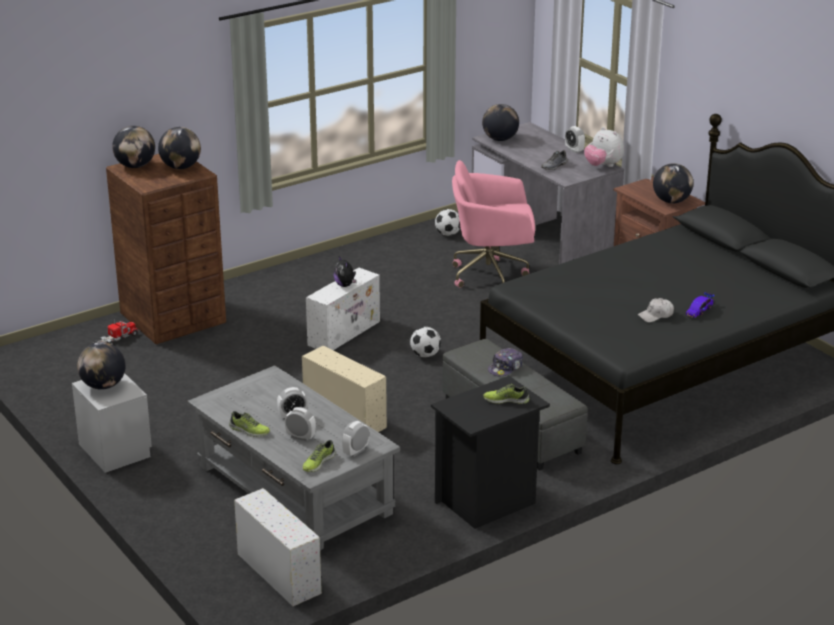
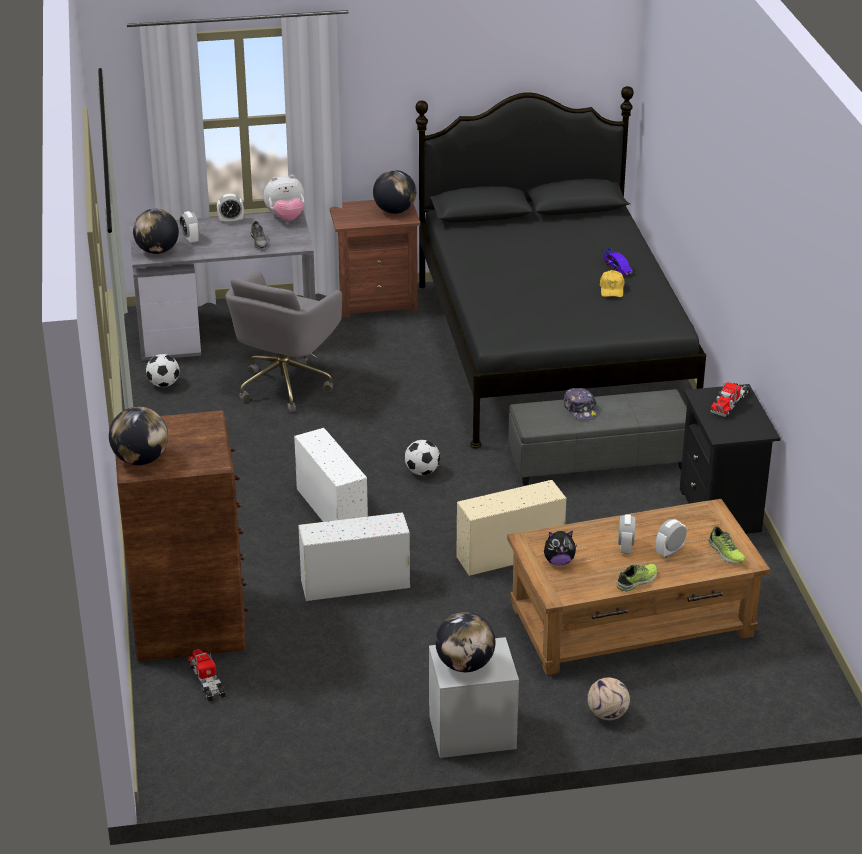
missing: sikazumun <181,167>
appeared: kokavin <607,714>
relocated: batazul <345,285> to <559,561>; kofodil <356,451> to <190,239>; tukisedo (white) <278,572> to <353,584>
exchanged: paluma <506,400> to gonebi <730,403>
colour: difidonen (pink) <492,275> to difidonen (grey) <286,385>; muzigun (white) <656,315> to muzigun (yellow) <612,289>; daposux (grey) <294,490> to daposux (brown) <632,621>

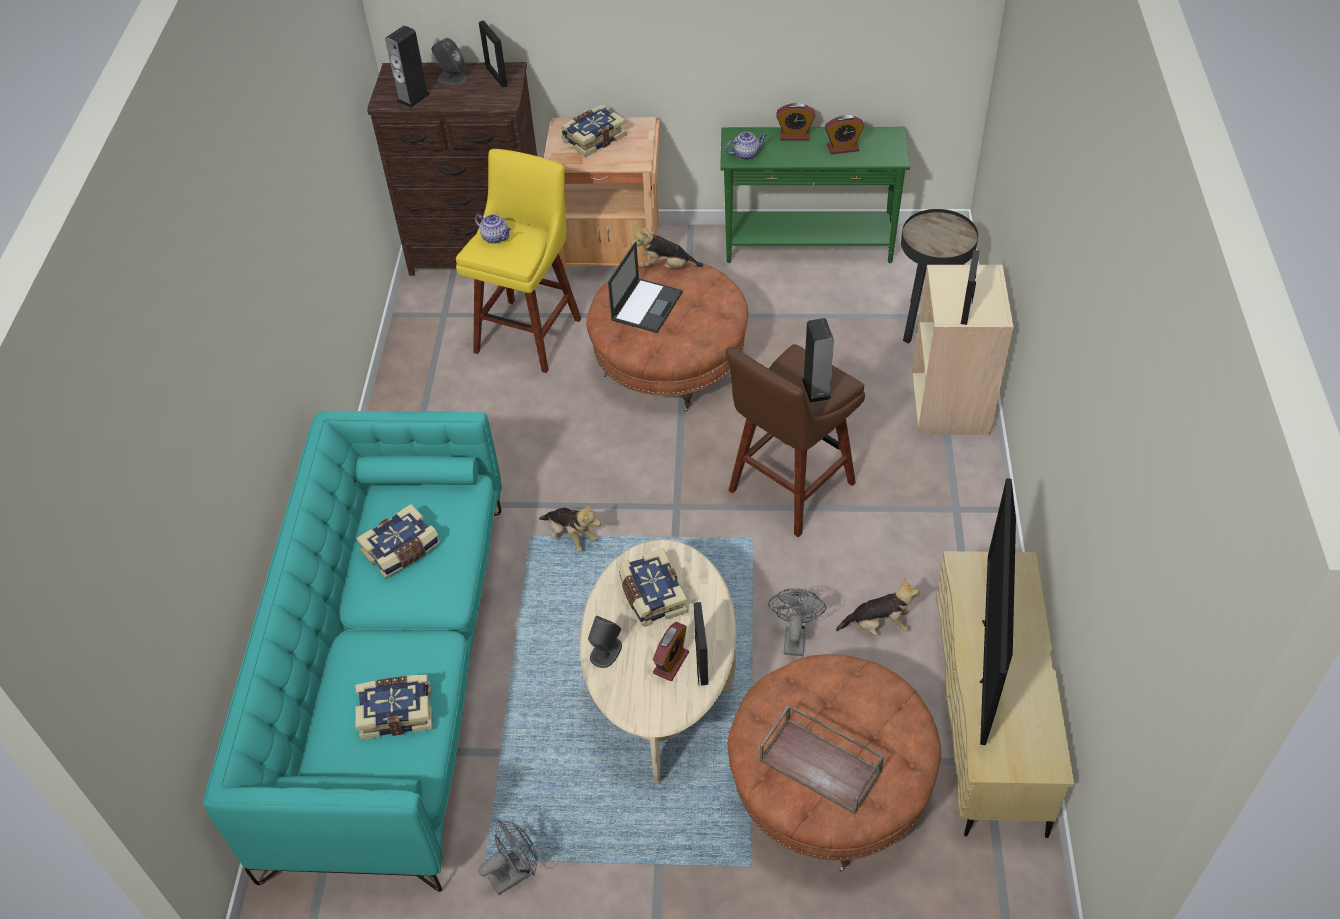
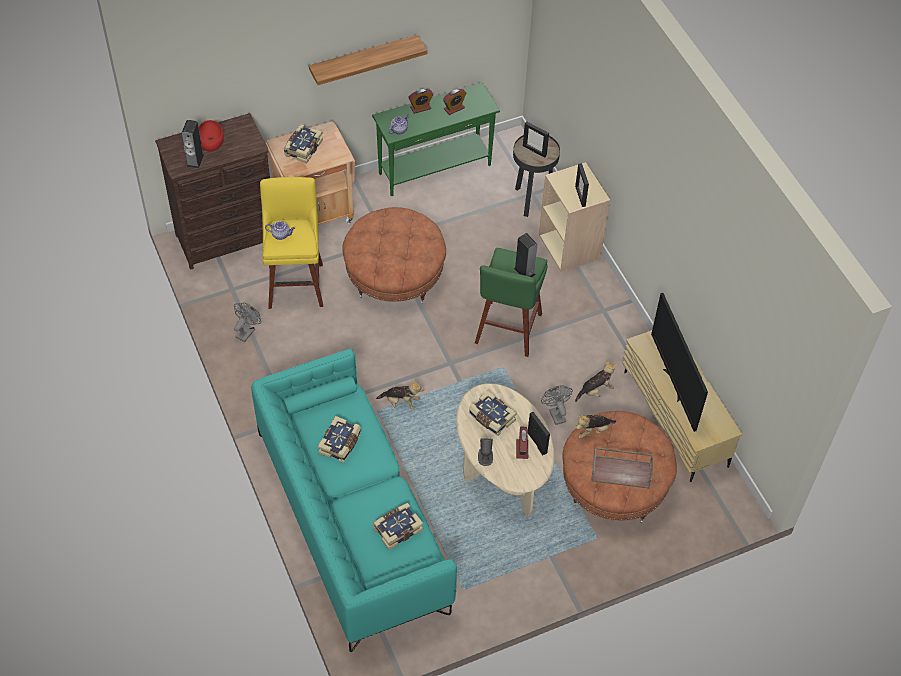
missing: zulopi <647,305>
appeared: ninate <364,60>
relocated: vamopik <497,76> to <535,150>; batazul <666,267> to <592,430>; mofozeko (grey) <515,873> to <247,331>
exchanged: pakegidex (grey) <451,79> to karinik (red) <210,139>
colour: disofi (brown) <789,488> to disofi (green) <507,330>

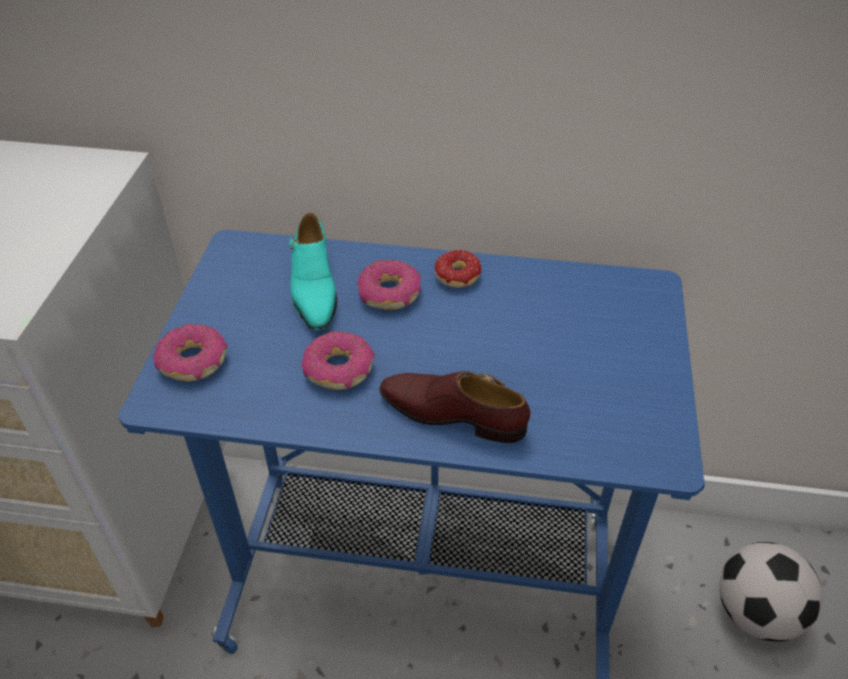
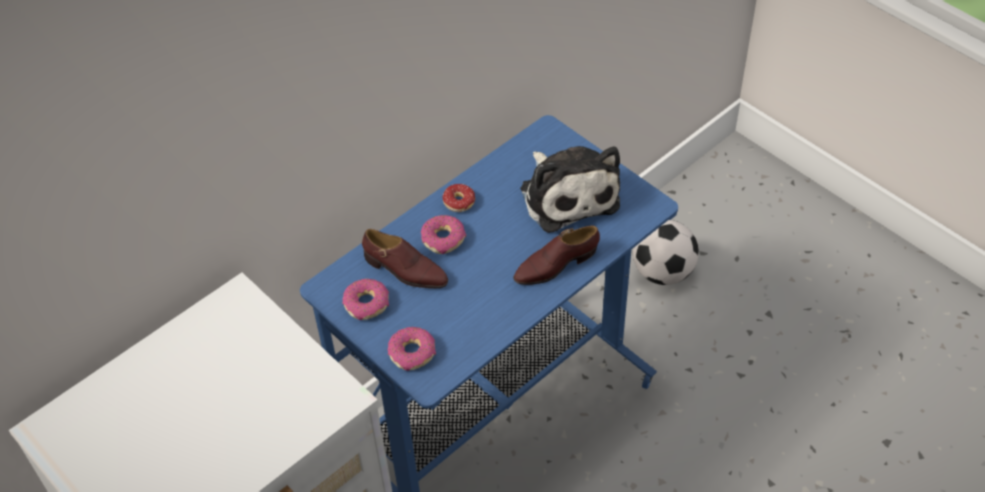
appeared: batazul <567,194>
relocated: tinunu <339,370> to <367,304>
colour: paluma (turquoise) <313,289> to paluma (brown) <405,271>

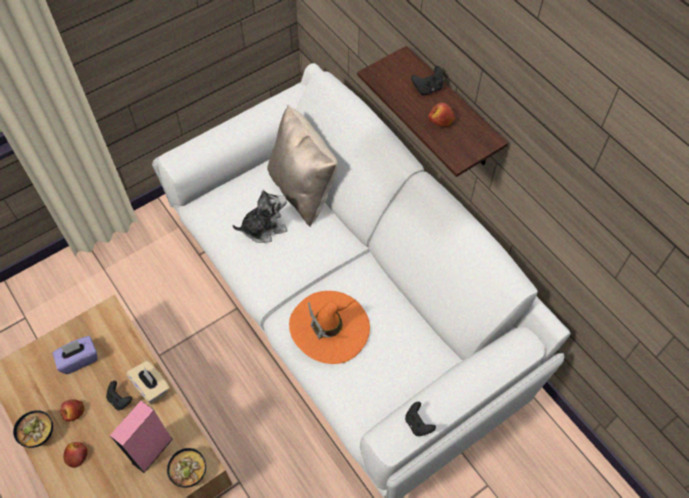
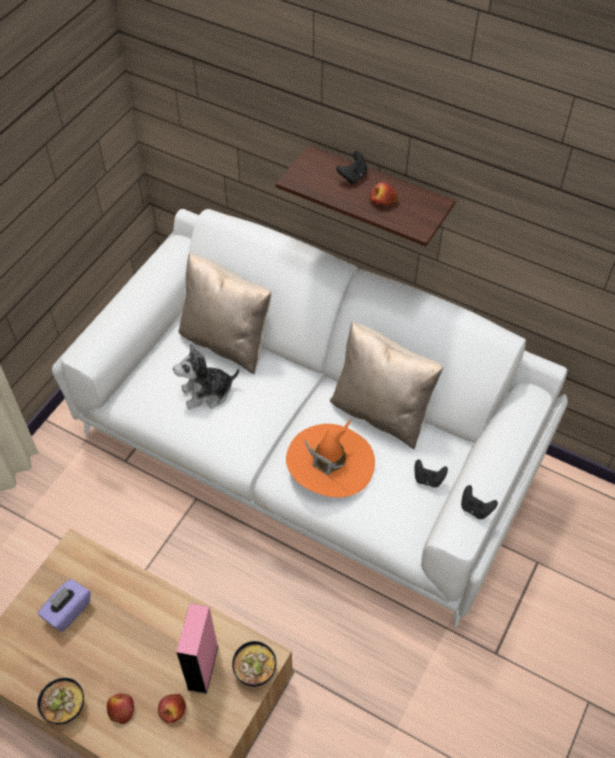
missing: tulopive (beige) <152,387>
appeared: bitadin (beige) <381,411>
relocated: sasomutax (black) <120,400> to <428,479>; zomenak <74,412> to <172,709>
spun: batazul <264,227> = <207,393> 150 degrees counterclockwise

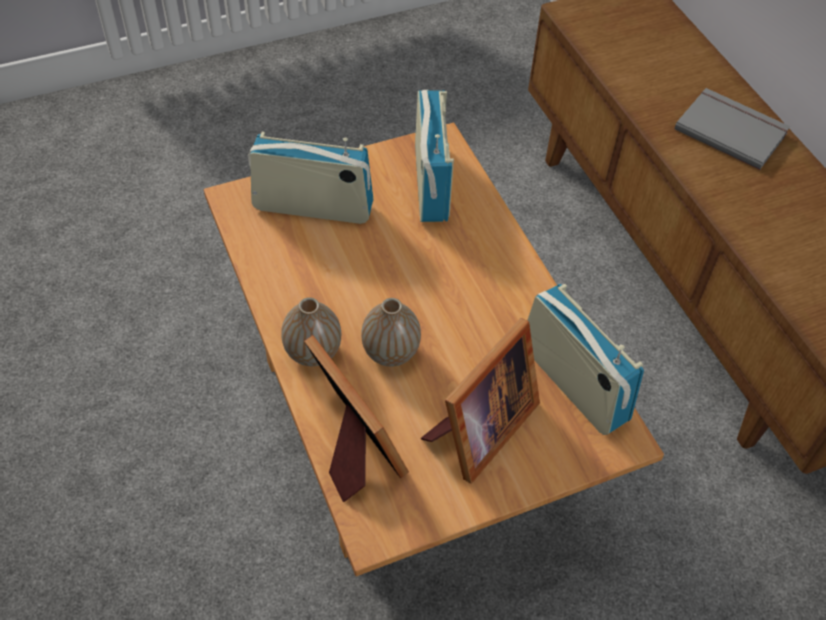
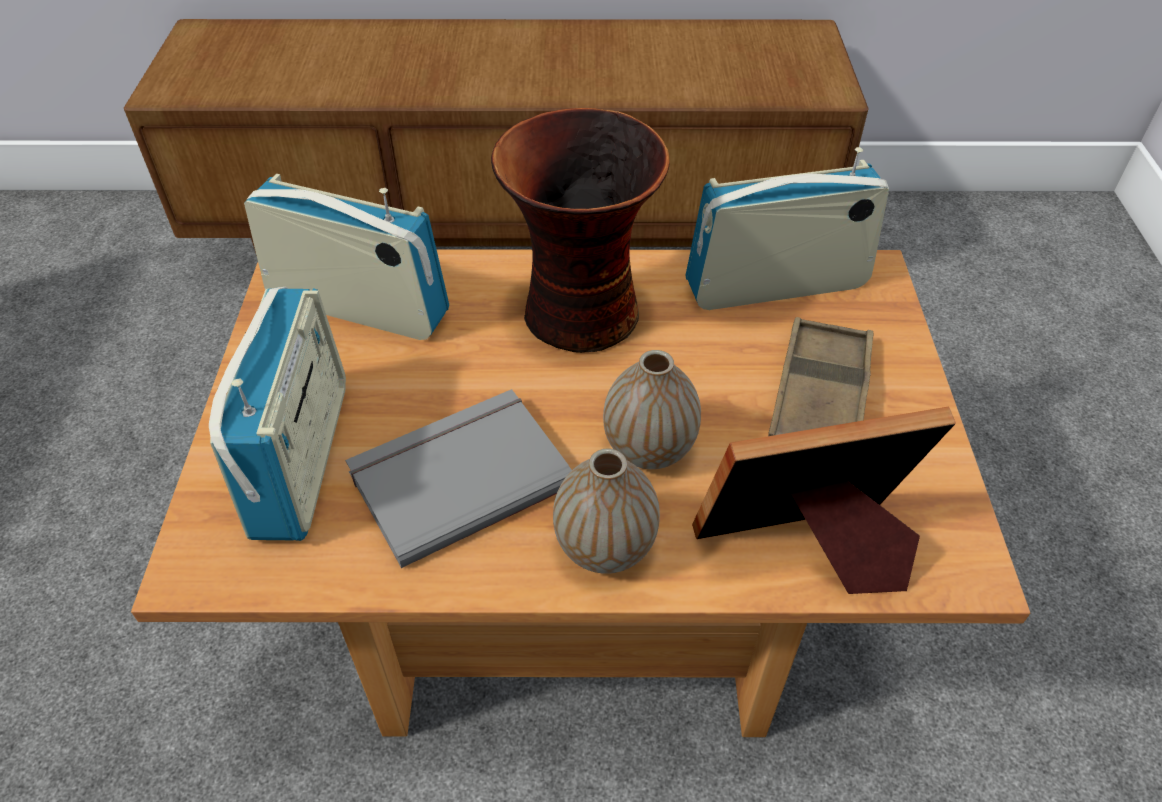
appeared: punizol <580,316>
relocated: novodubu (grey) <731,130> to <457,475>
exchanged: vamopik <478,430> to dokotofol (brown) <819,396>
spun: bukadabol <313,207> = <302,458> 150 degrees clockwise

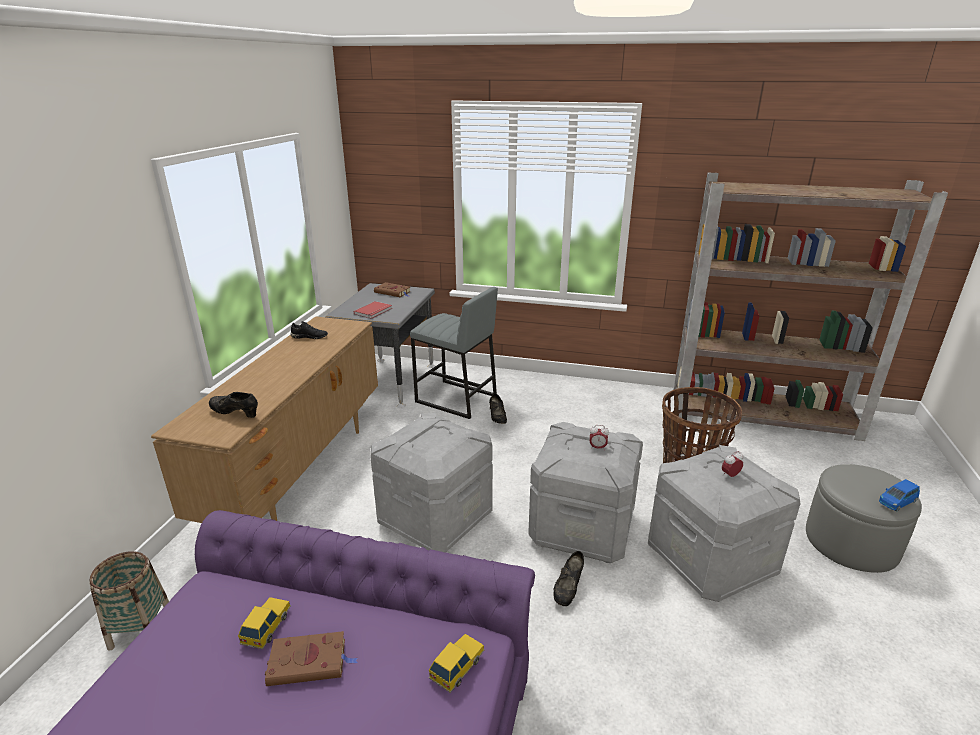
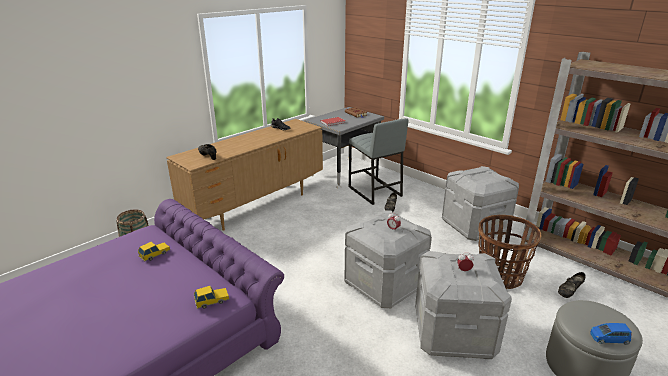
missing: novodubu (brown) <310,662>
relocated: tukisedo (grey) <435,518> to <474,226>; paluma (black) <568,589> to <569,292>

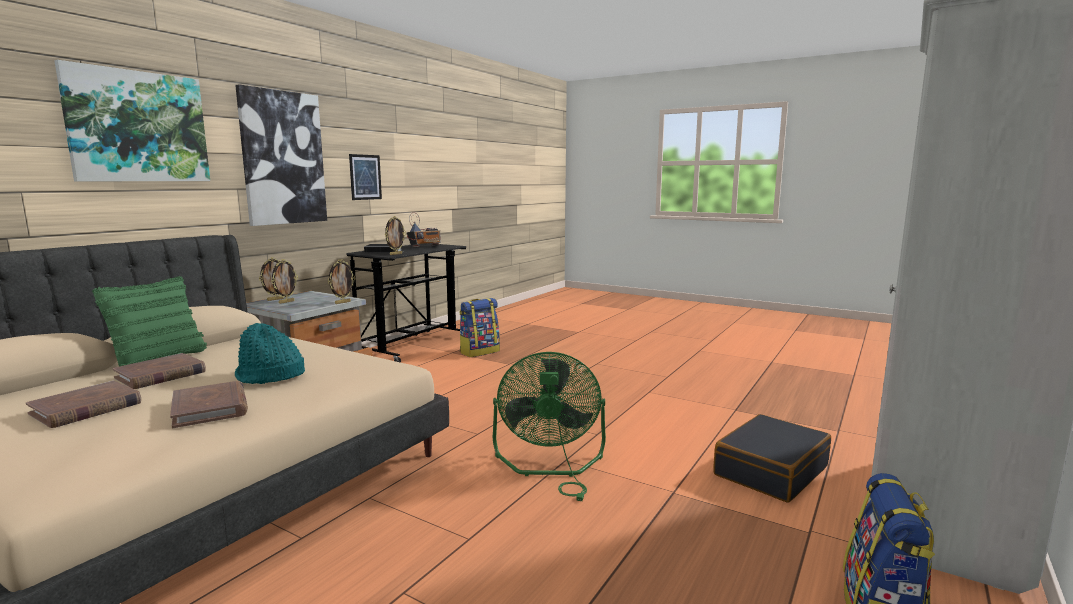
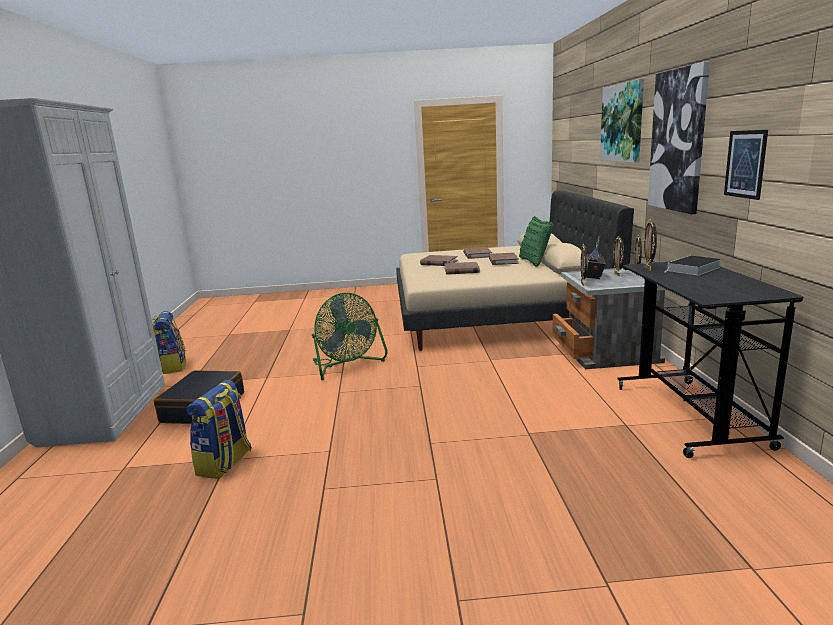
relocated: bukadabol <425,247> to <593,276>; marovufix <479,352> to <225,463>
exchanged: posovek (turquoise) <269,376> to novodubu (brown) <461,270>

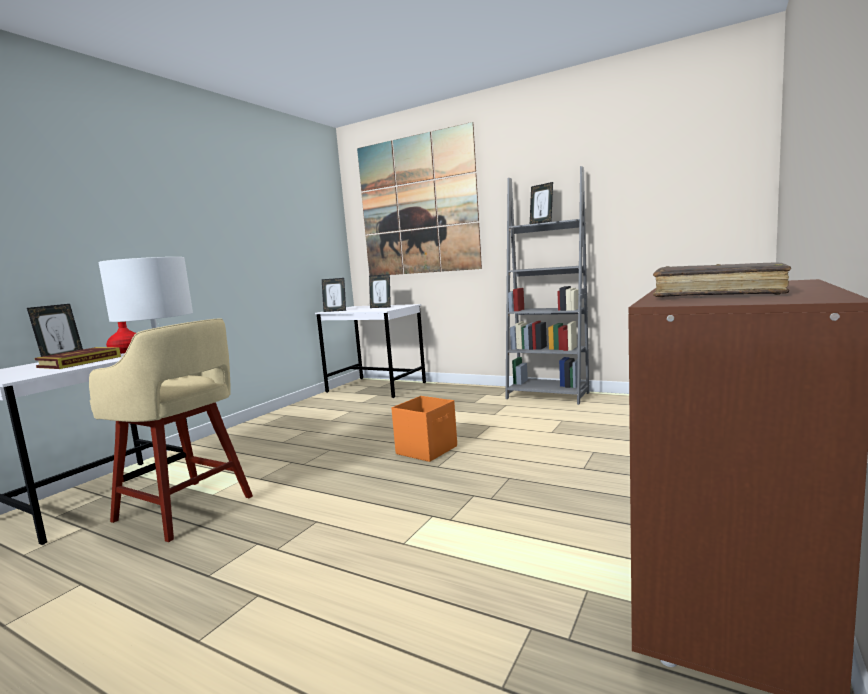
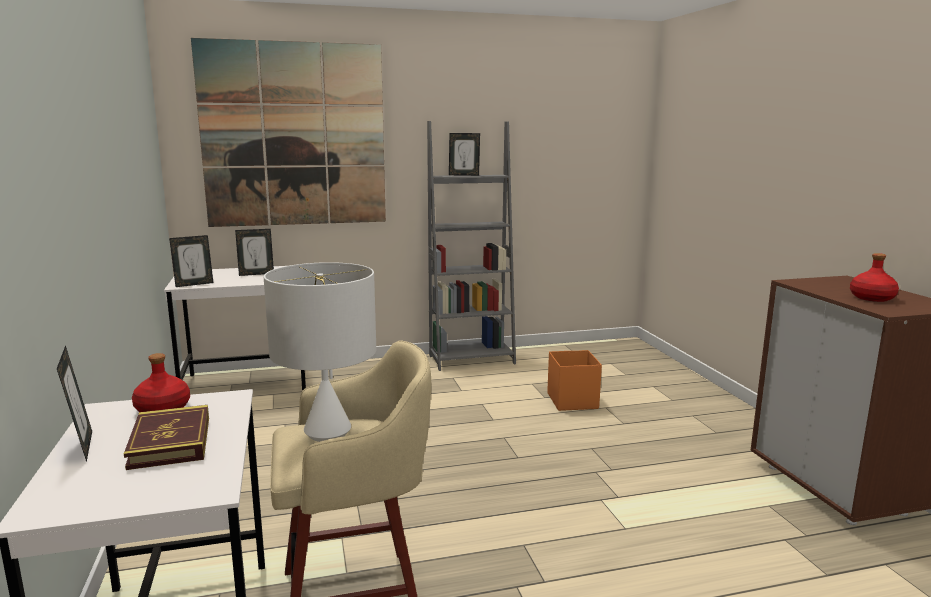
relocated: tukisedo (orange) <427,450> to <572,400>
exchanged: novodubu (brown) <717,293> to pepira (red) <871,298>

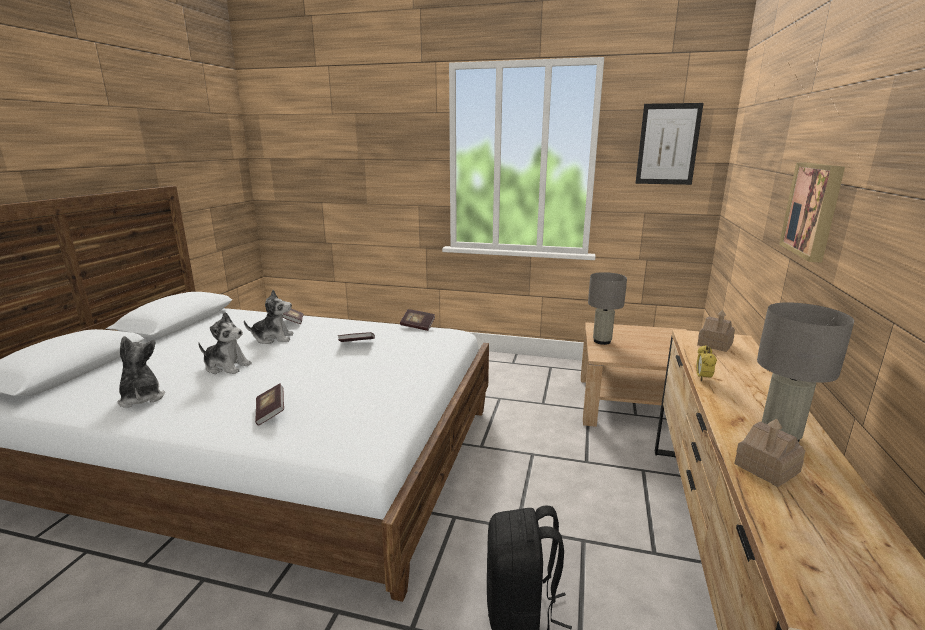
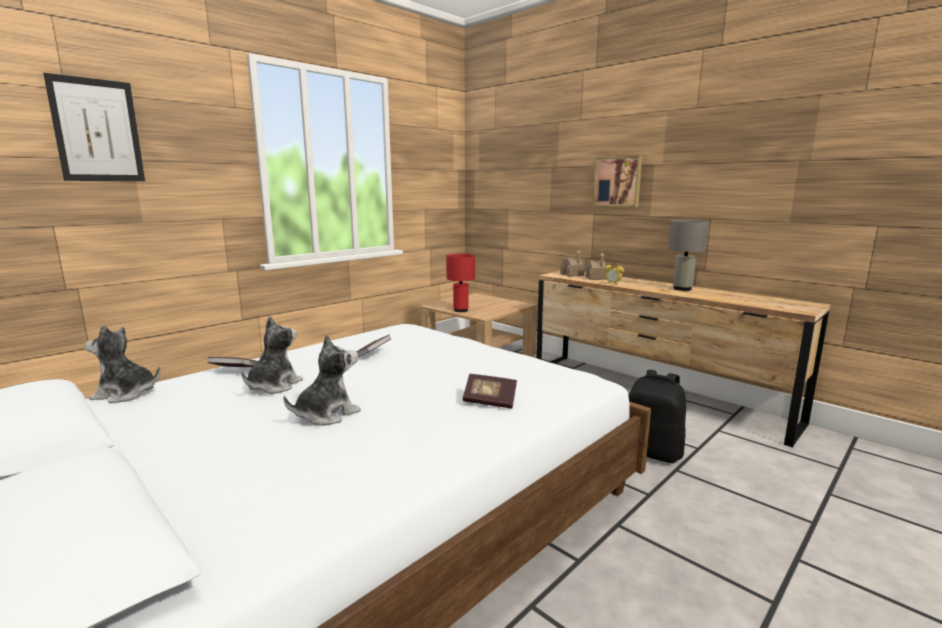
missing: novodubu <417,326>
relocated: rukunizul <668,144> to <97,130>; batazul <141,398> to <126,394>; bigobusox <766,468> to <596,278>
colour: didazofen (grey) <601,341> to didazofen (red) <460,310>

